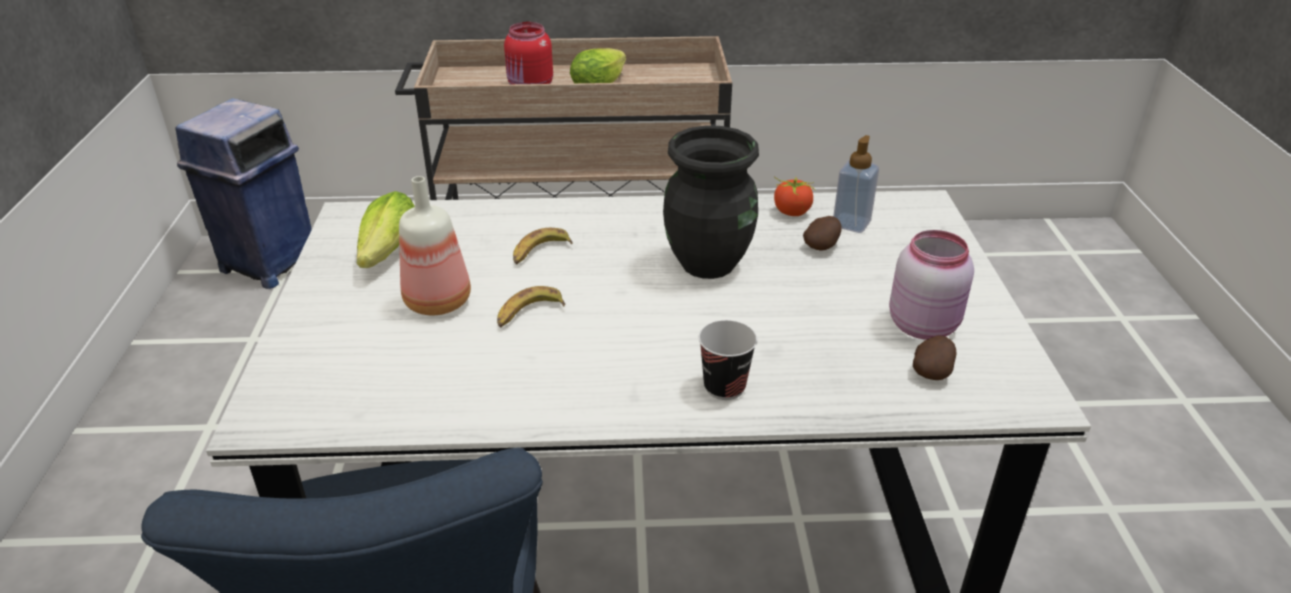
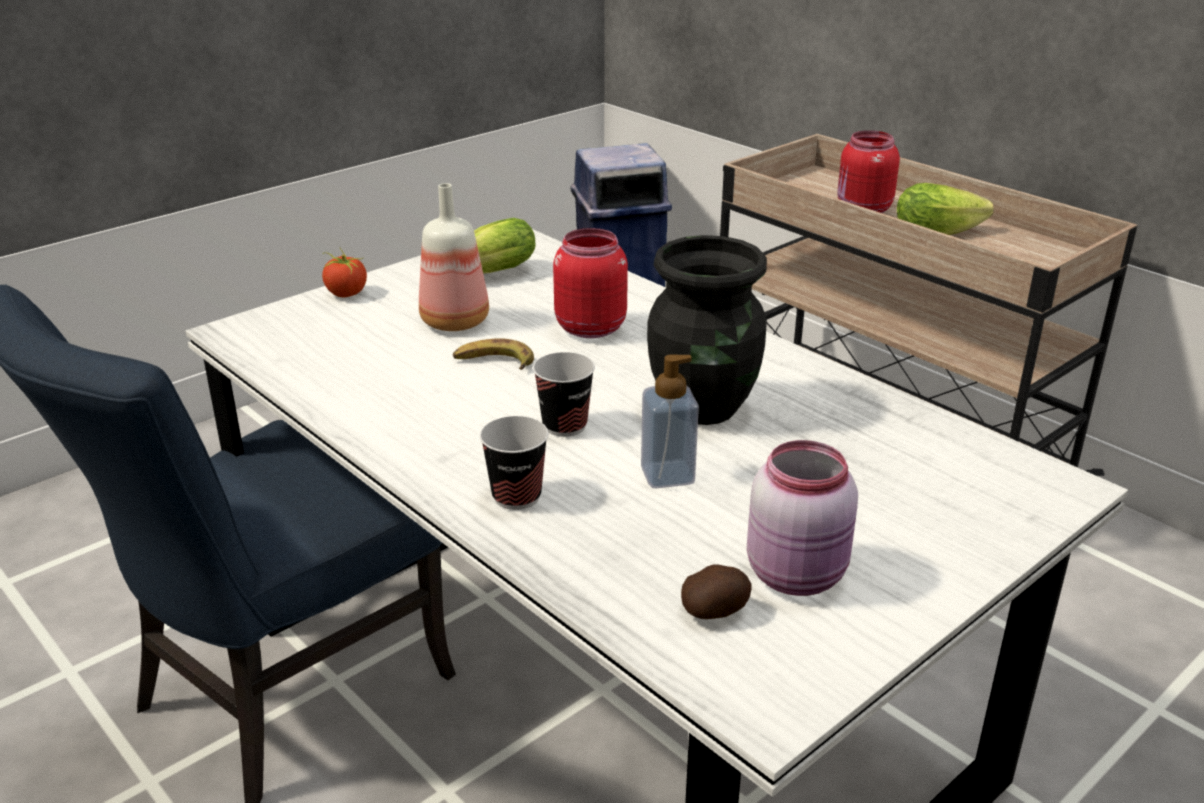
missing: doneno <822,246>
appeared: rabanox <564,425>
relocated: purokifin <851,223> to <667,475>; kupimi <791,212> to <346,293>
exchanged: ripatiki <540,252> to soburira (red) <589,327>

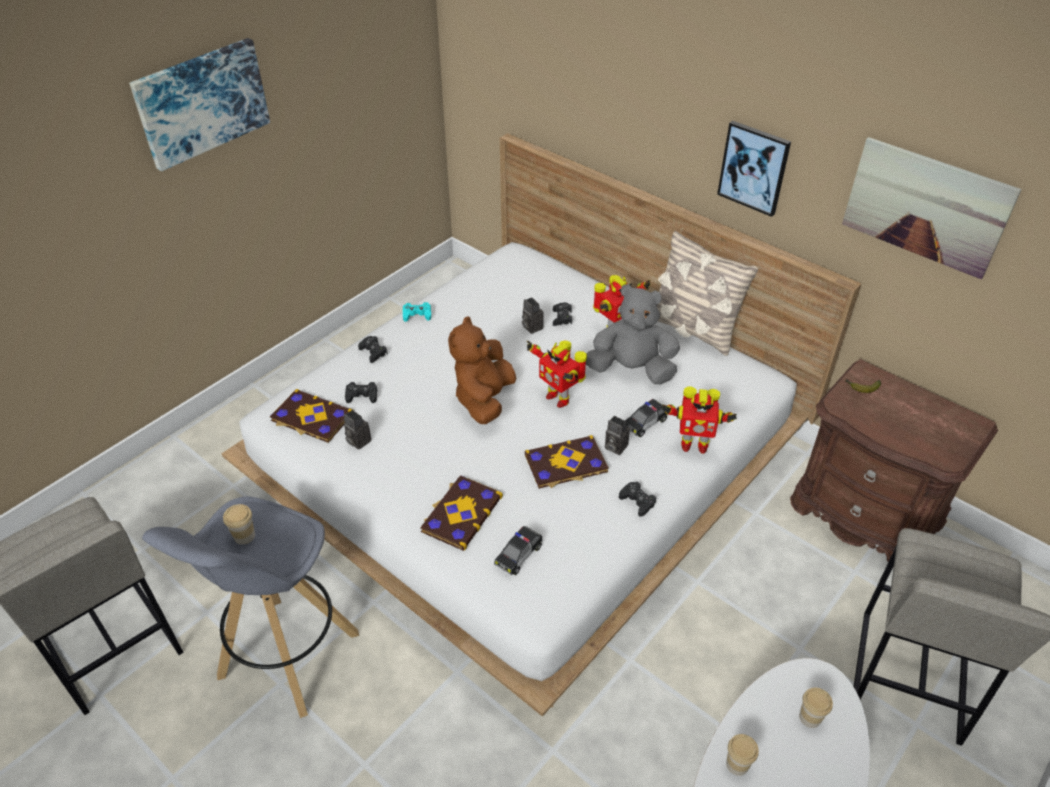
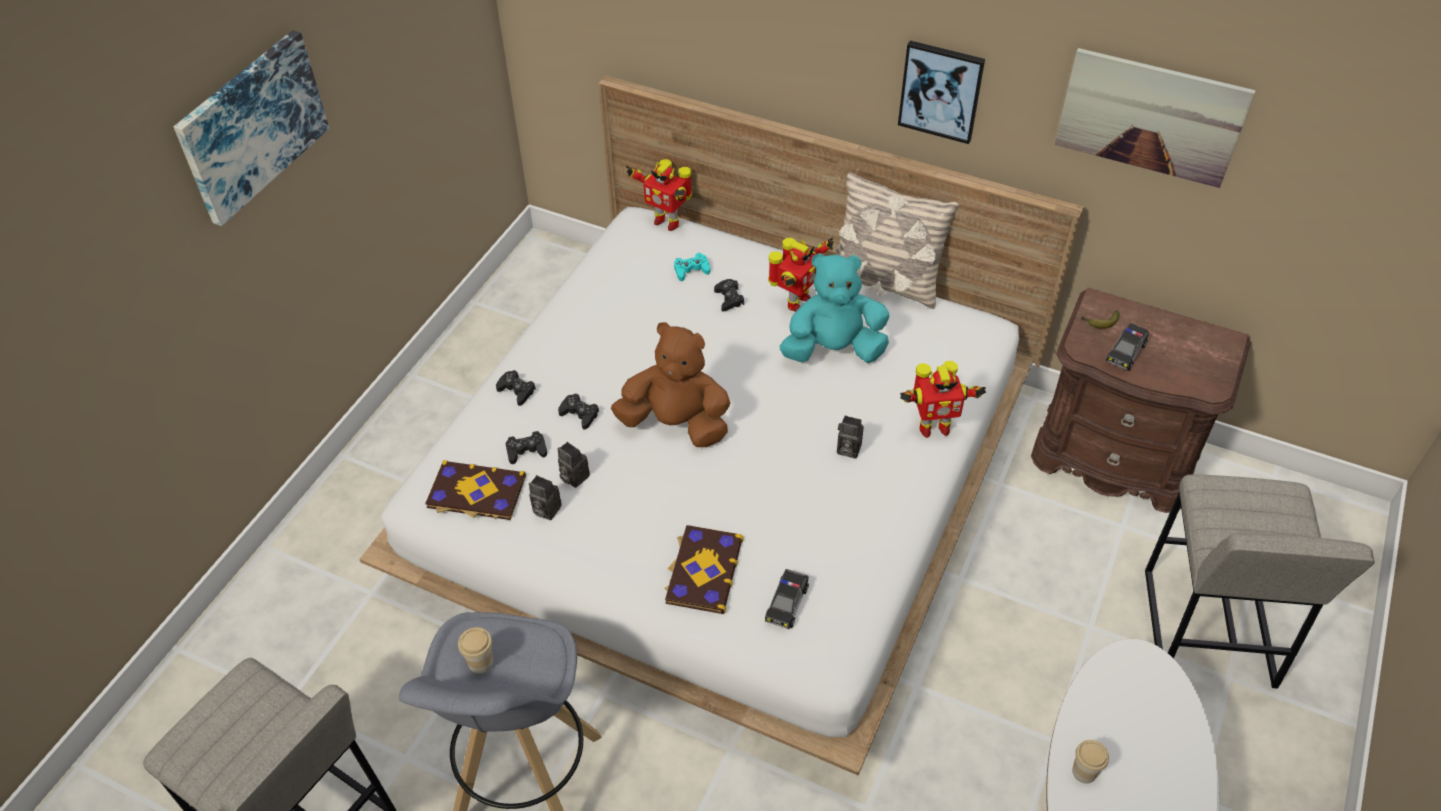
missing: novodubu <566,464>; rabanox <810,717>
relocated: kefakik <531,327> to <572,477>; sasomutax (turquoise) <417,315> to <691,270>; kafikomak <558,397> to <667,221>; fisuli <645,423> to <1125,353>; sasomutax (black) <637,501> to <579,414>
colour: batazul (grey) <631,370> to batazul (turquoise) <833,350>
spun: batazul (brown) <484,399> = <676,424> 105 degrees clockwise

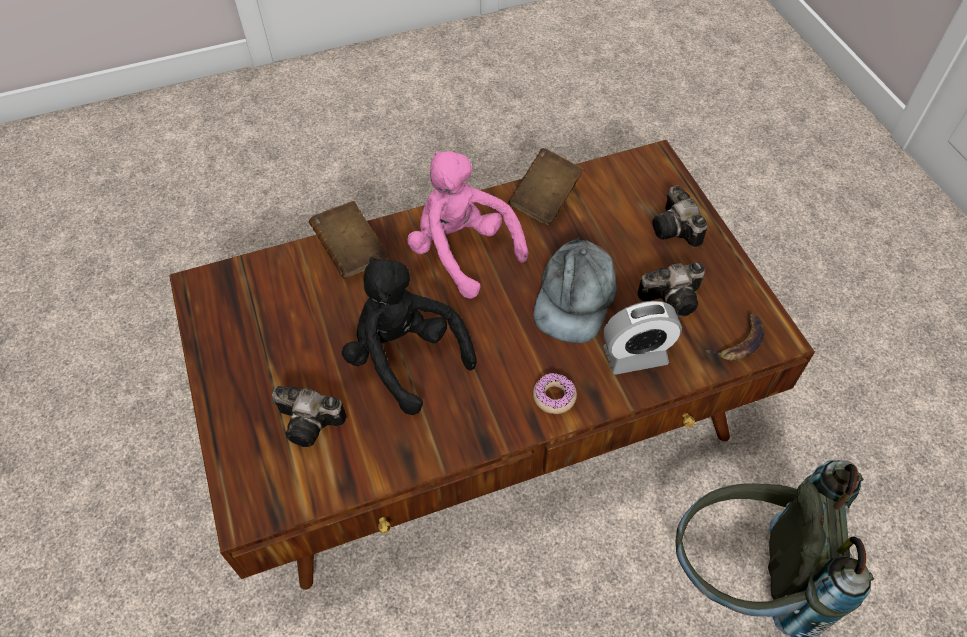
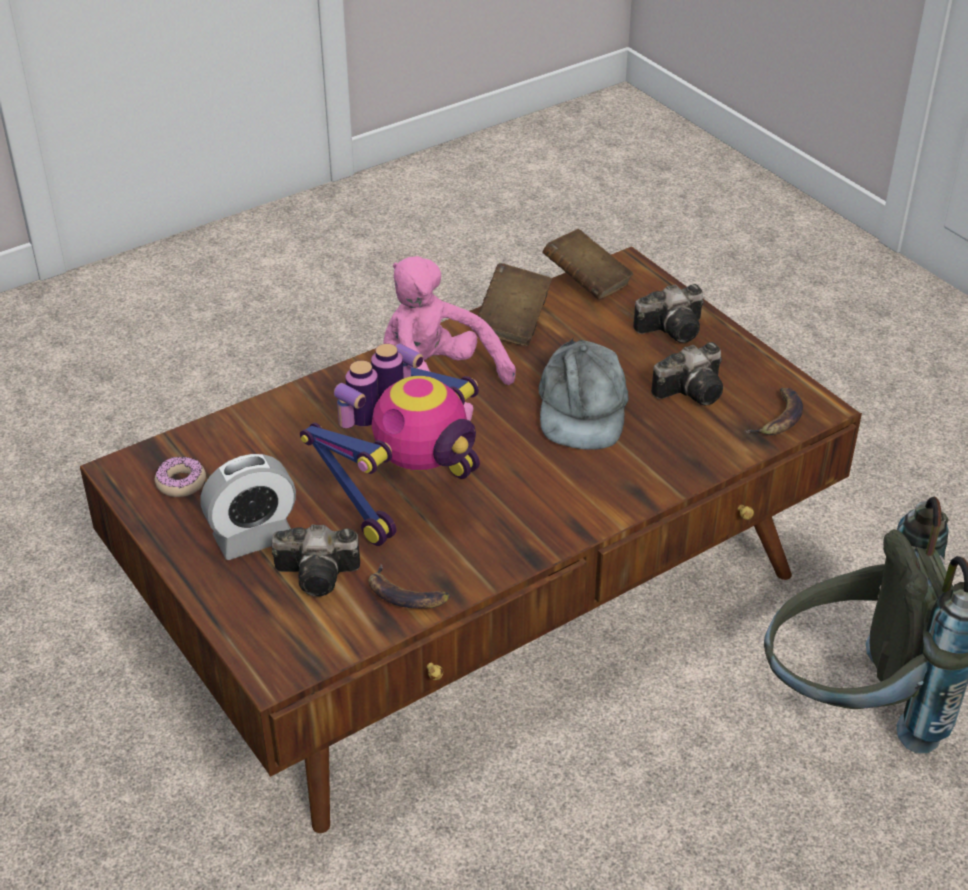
appeared: ripatiki <406,594>
relocated: novodubu (brown) <351,252> to <587,282>; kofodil <635,355> to <253,538>; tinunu <554,396> to <181,483>
exchanged: batazul (black) <405,357> to kafikomak <407,495>
spun: kefakik <677,230> = <674,328> 75 degrees counterclockwise

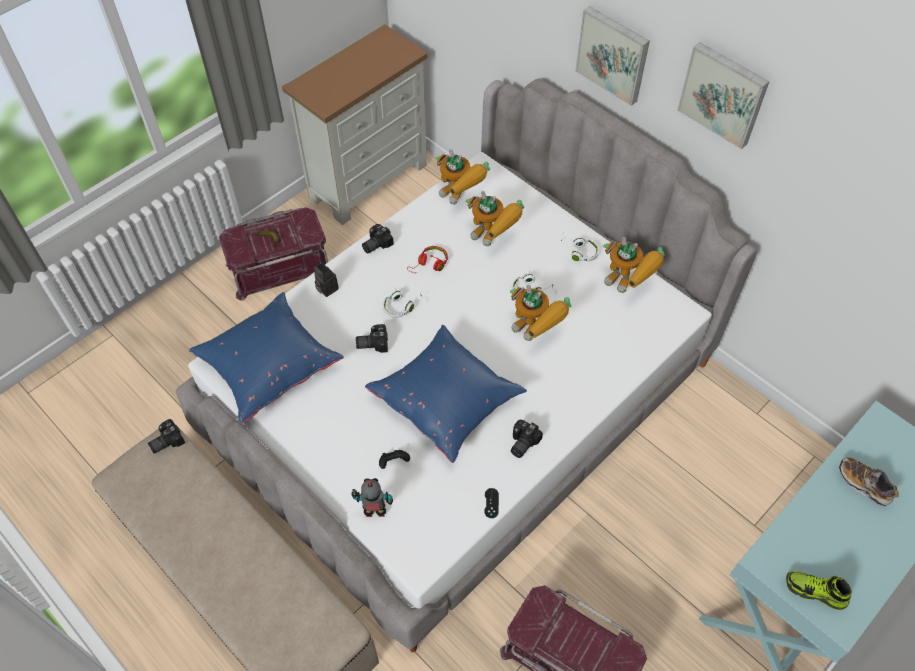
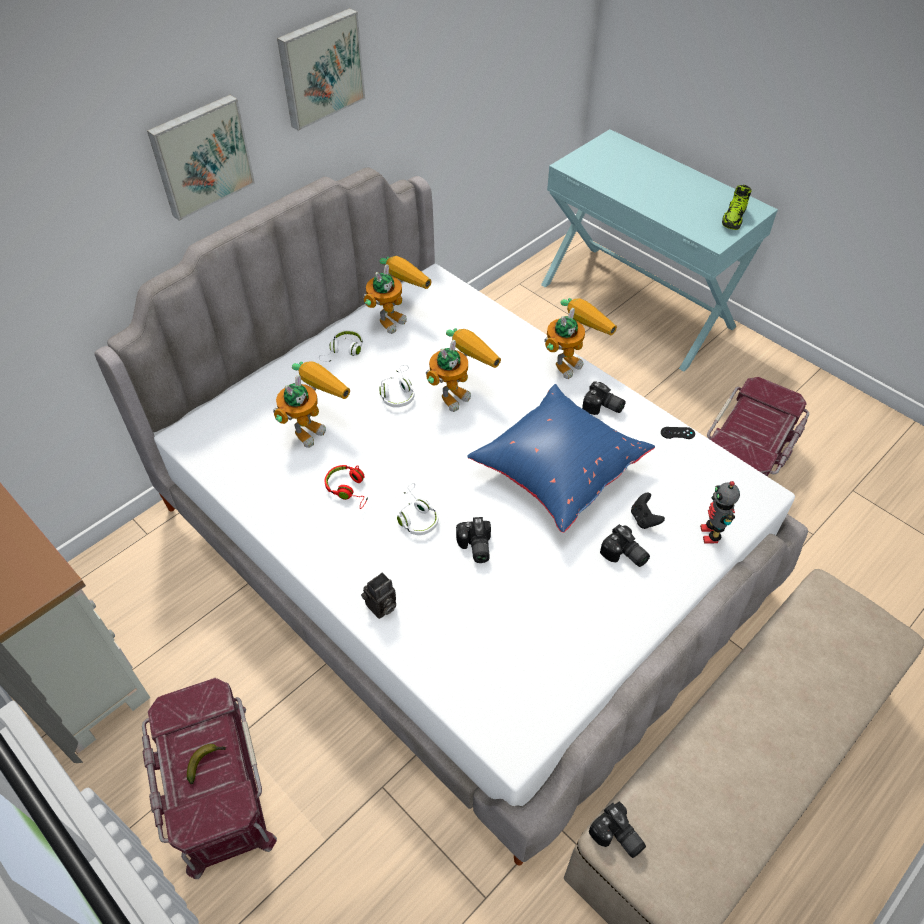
missing: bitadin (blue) <268,367>; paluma <863,484>
relocated: kafikomak <461,198> to <571,359>; kefakik <375,244> to <624,555>

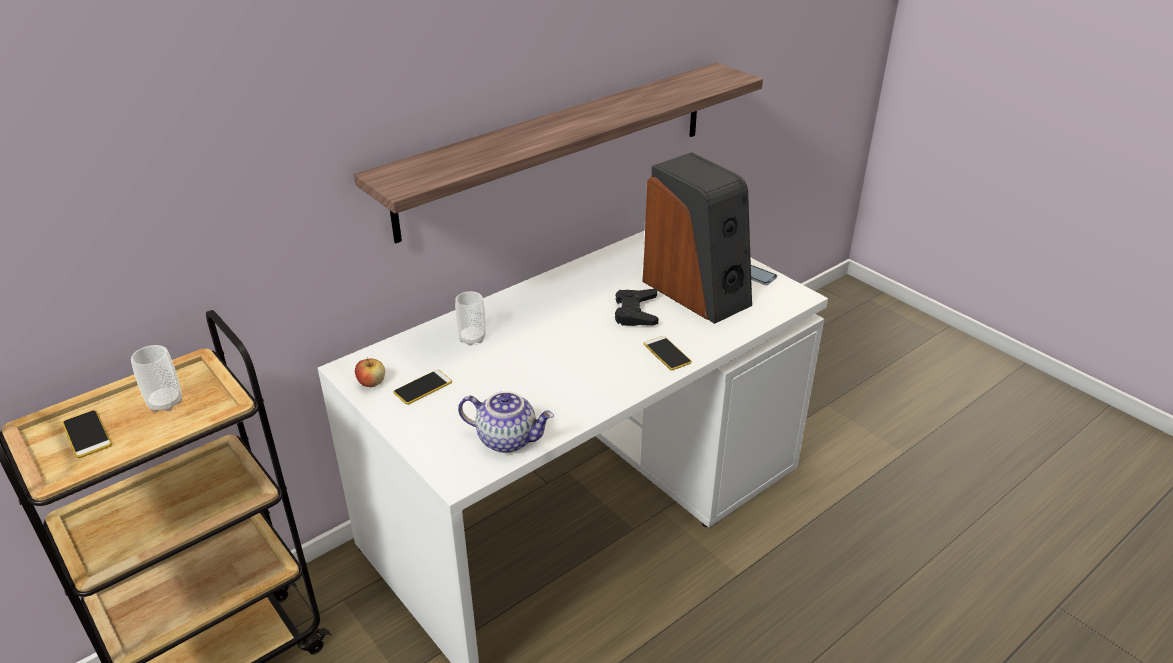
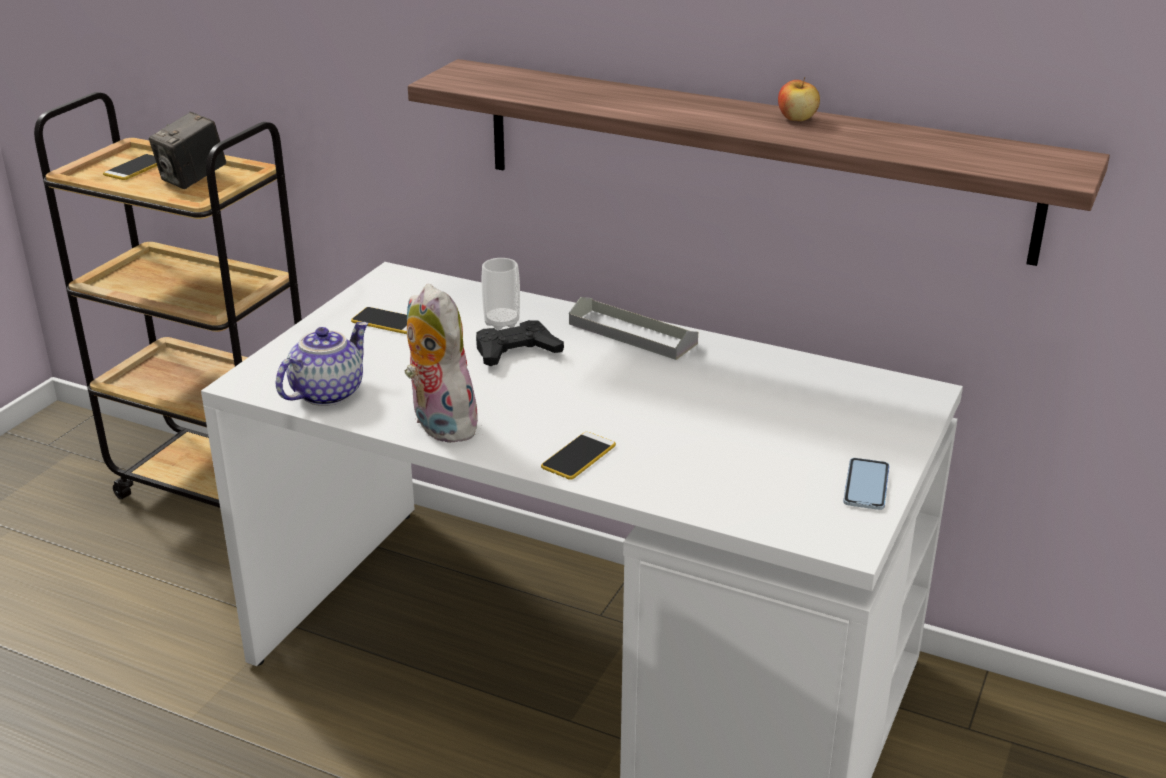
missing: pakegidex <697,291>
appeared: batazul <439,425>; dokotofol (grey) <632,334>
relocated: sasomutax (black) <636,312> to <516,351>; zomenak <372,383> to <797,119>
exchanged: rabanox <165,403> to kefakik <192,179>
spun: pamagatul <508,439> = <326,392> 135 degrees counterclockwise

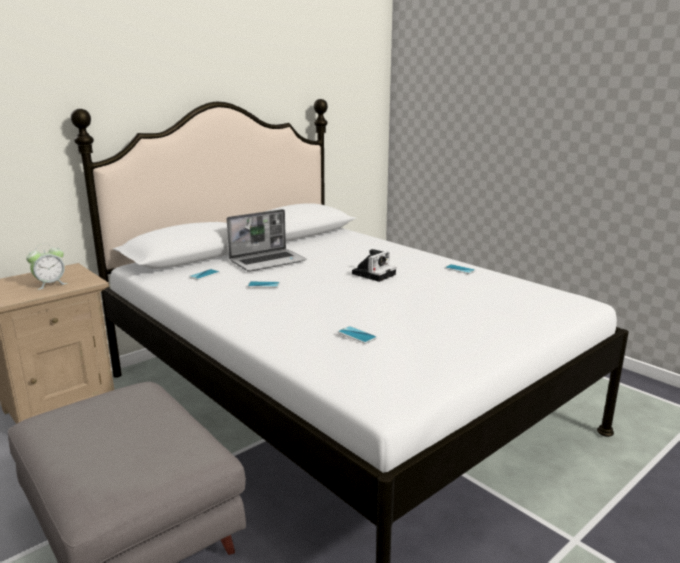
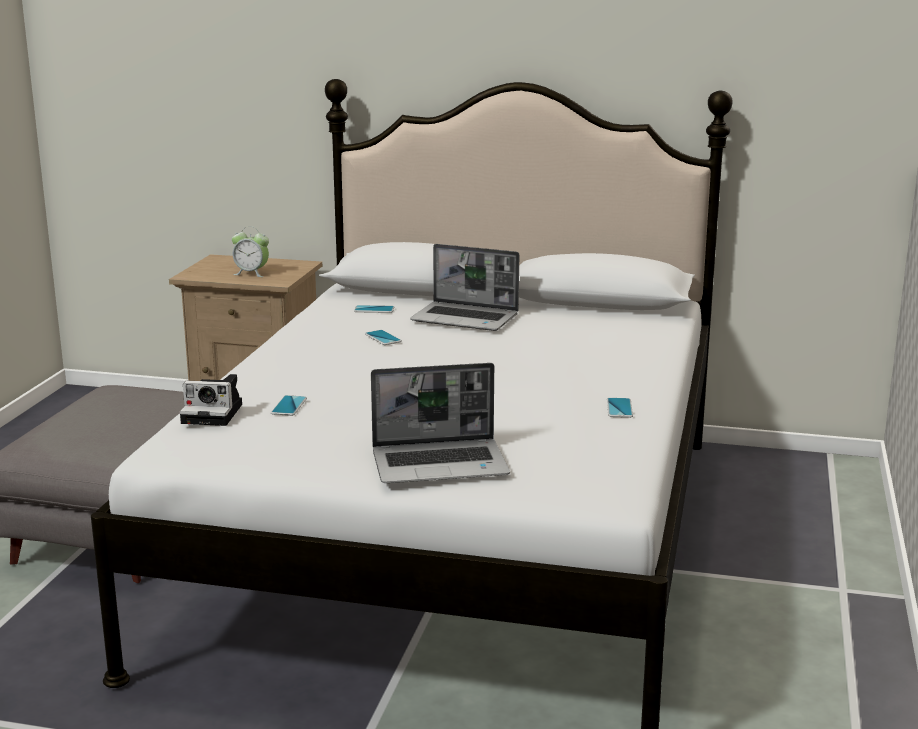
appeared: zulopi <441,464>
relocated: kefakik <374,273> to <215,413>

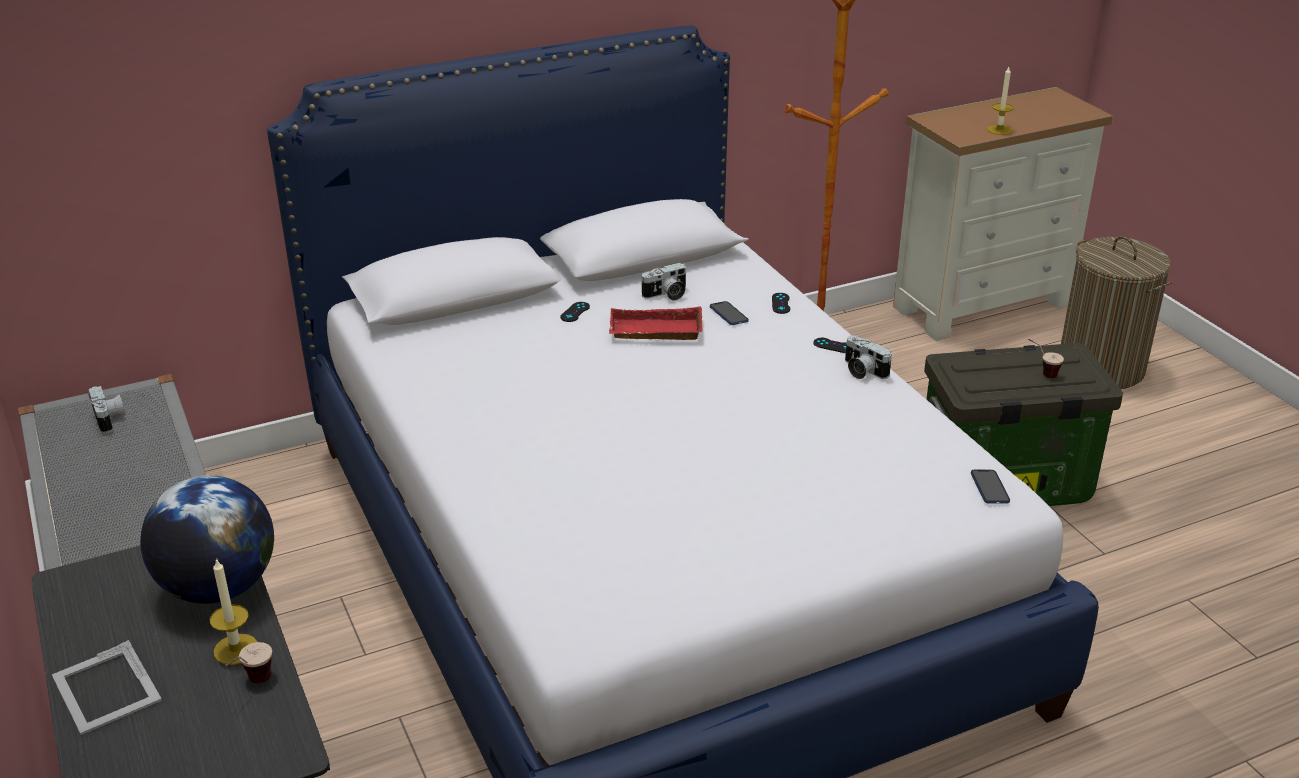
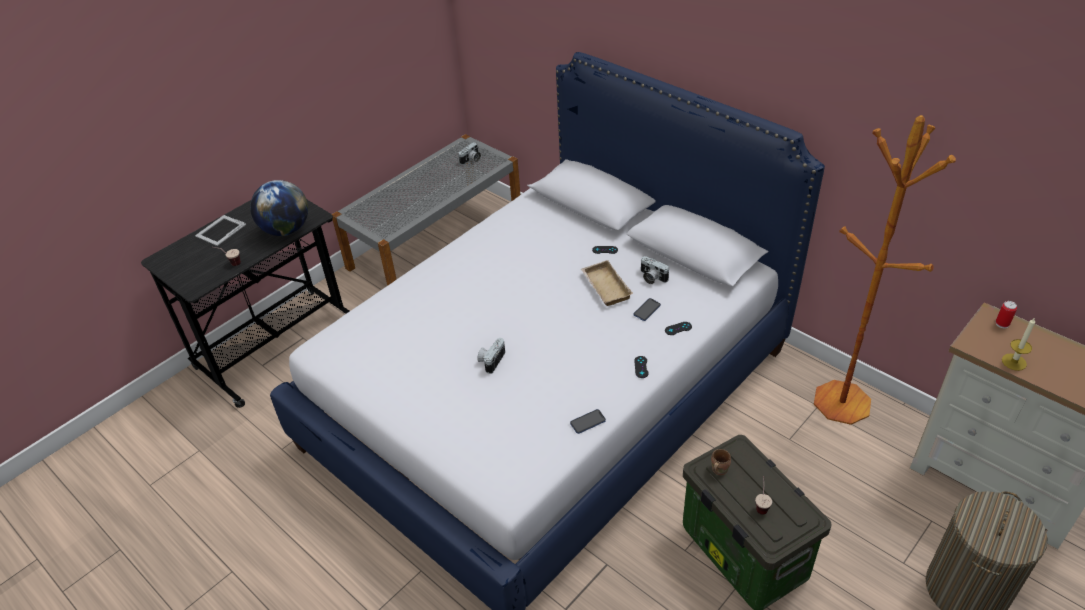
missing: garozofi <236,649>
appeared: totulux <1002,324>; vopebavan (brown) <718,470>
relocated: kefakik <862,371> to <491,360>; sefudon <989,488> to <587,422>
colour: dokotofol (red) <654,332> to dokotofol (beige) <604,287>

